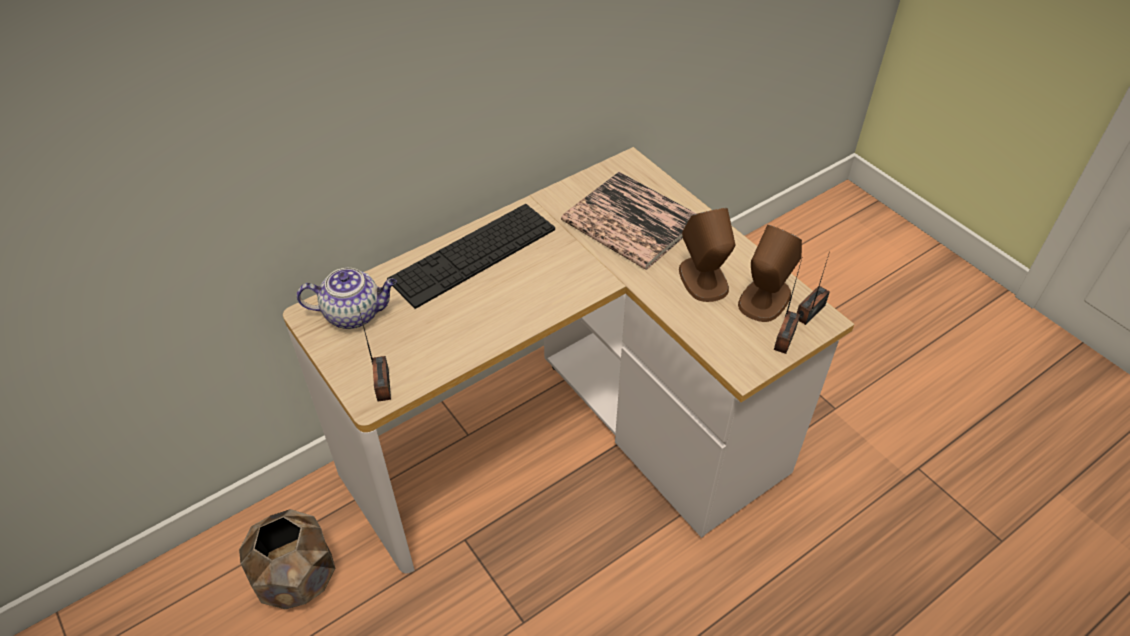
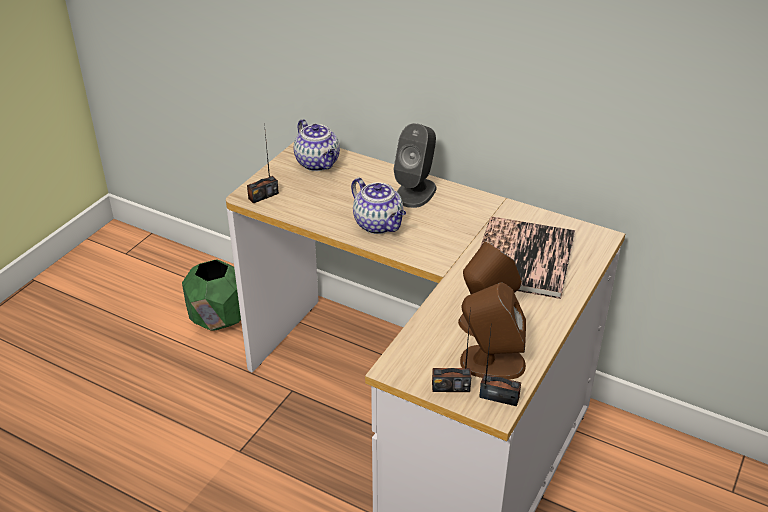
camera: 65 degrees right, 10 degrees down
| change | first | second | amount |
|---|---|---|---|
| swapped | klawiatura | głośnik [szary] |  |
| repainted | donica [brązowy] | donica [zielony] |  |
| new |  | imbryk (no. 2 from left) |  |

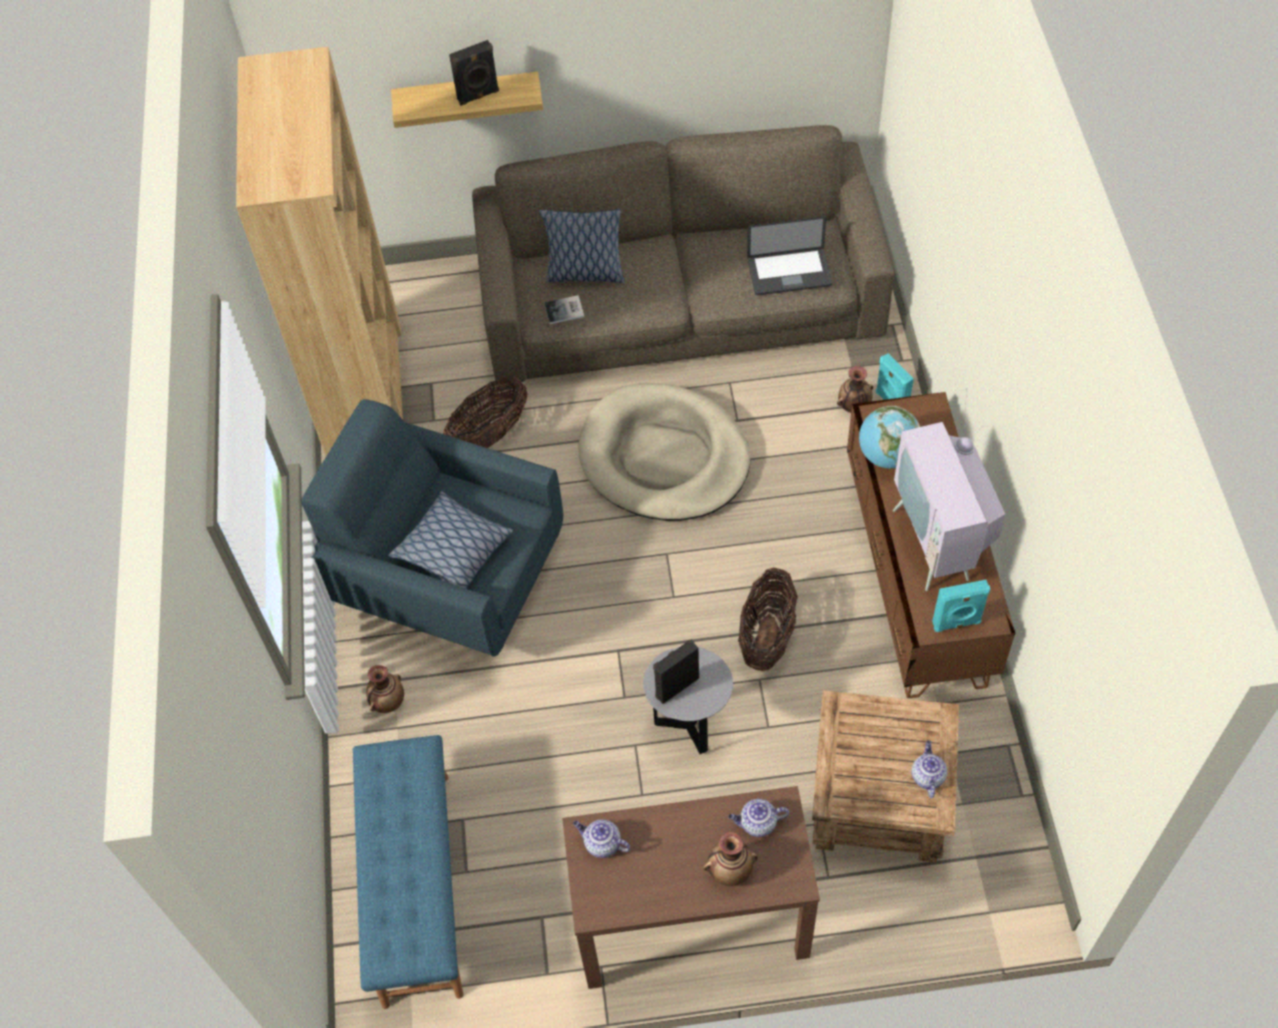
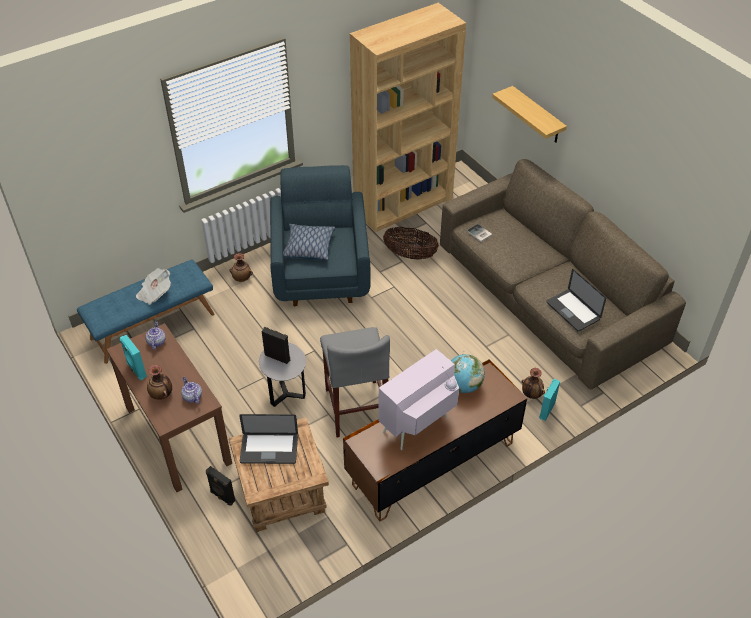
camera: 60 degrees right, 10 degrees down
| change | first | second | amount |
|---|---|---|---|
| shifted | głośnik [czarny] (no. 1 from left) |  |  |
| gone | poduszka (no. 2 from left) |  |  |
| gone | legowisko [beżowy] |  |  |
| swapped | koszyk (no. 2 from left) | stołek [szary] |  |
| shifted | głośnik [turkusowy] (no. 2 from left in the first image) | głośnik [turkusowy] (no. 1 from left) |  |
| gone | imbryk (no. 3 from left) |  |  |
| new |  | gazeta |  |
| new |  | laptop (no. 1 from left) |  |

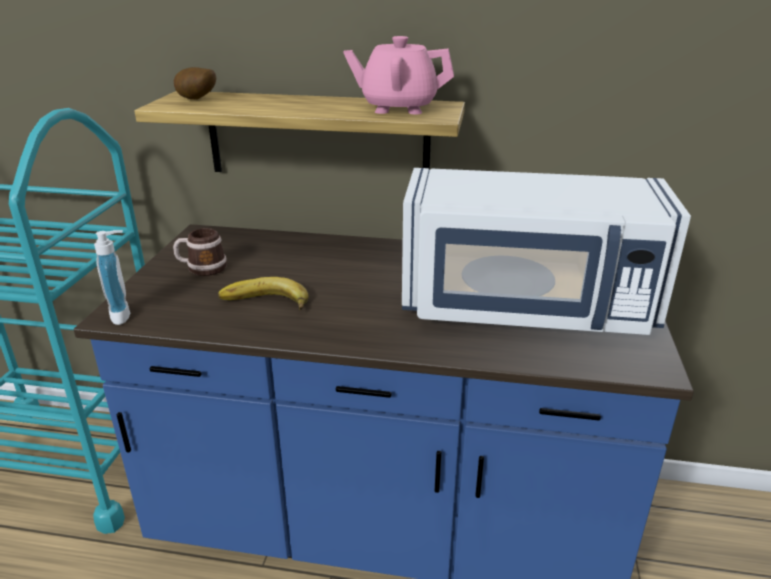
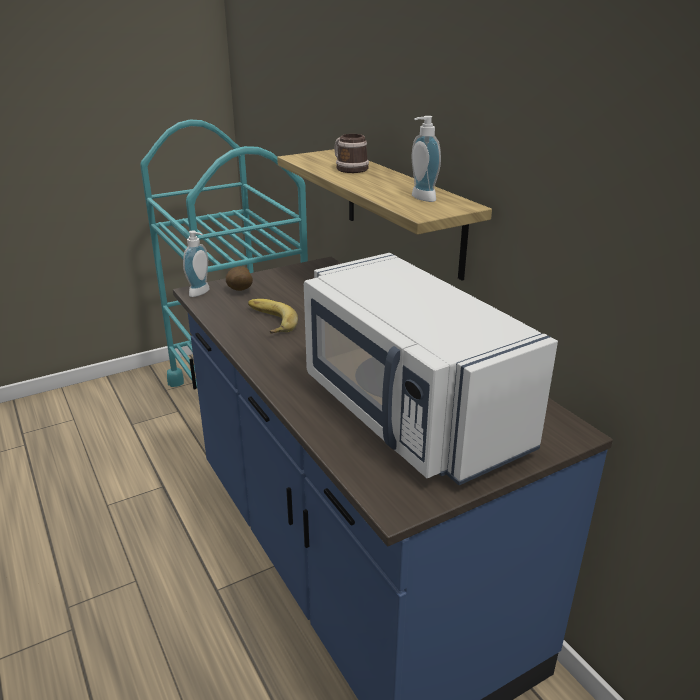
camera: 50 degrees right, 0 degrees up
| change | first | second | amount |
|---|---|---|---|
| swapped | imbryk [różowy] | dozownik mydła (no. 2 from left) |  |
| shifted | ziemniak |  |  |
| shifted | kubek |  |  |

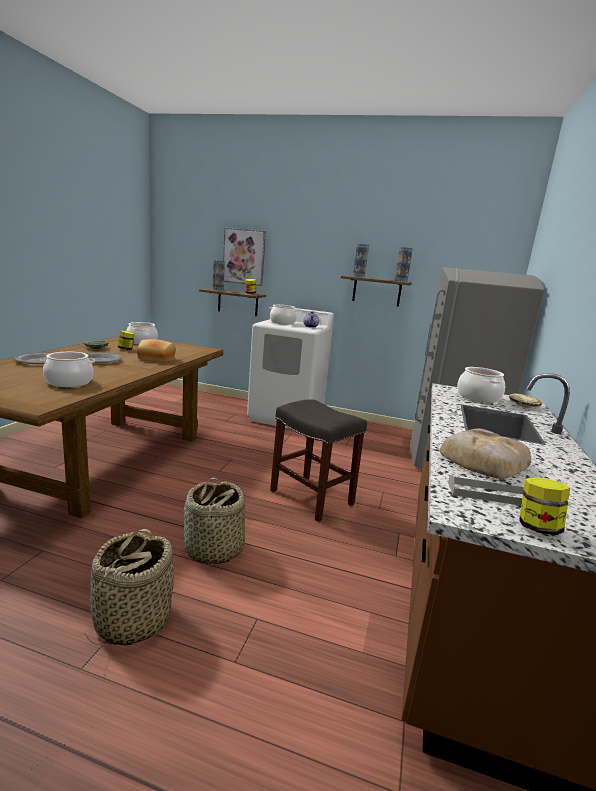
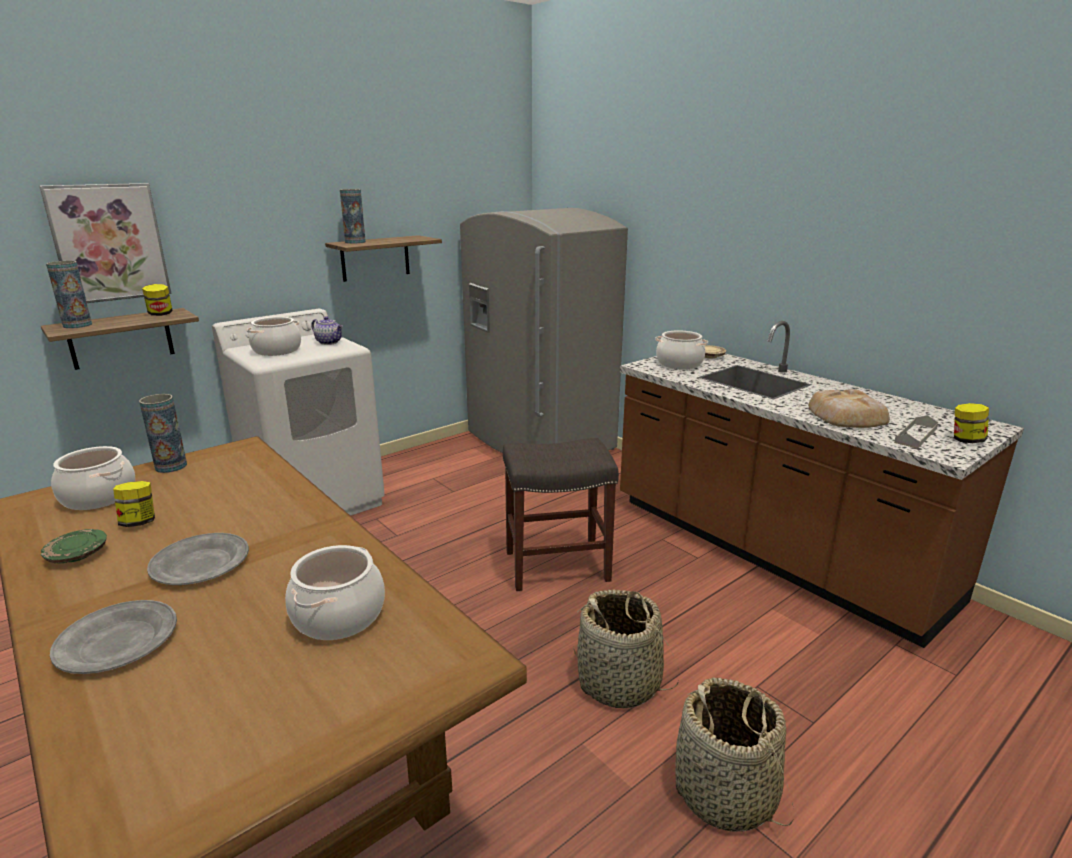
camera: 55 degrees left, 5 degrees up
| change | first | second | amount |
|---|---|---|---|
| shifted | wazon (no. 3 from left in the first image) | wazon (no. 2 from left) |  |
| gone | chleb (no. 1 from left) |  |  |

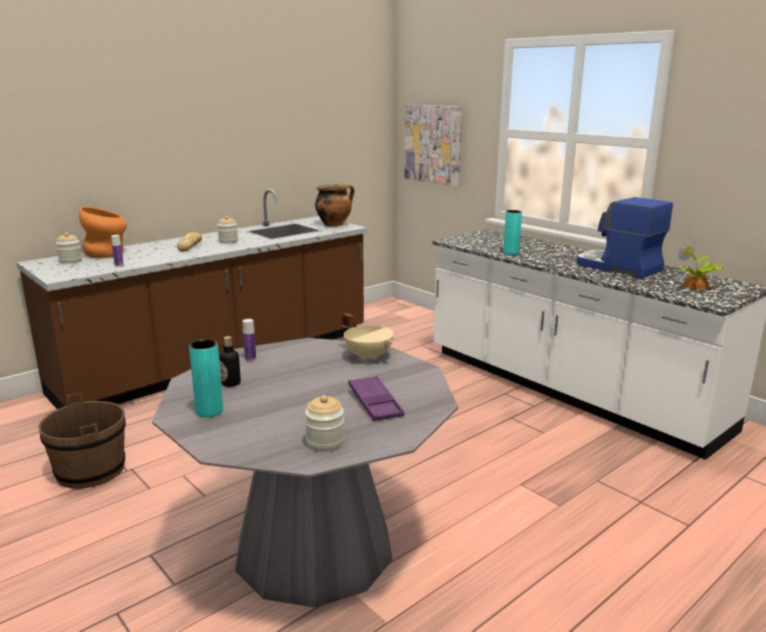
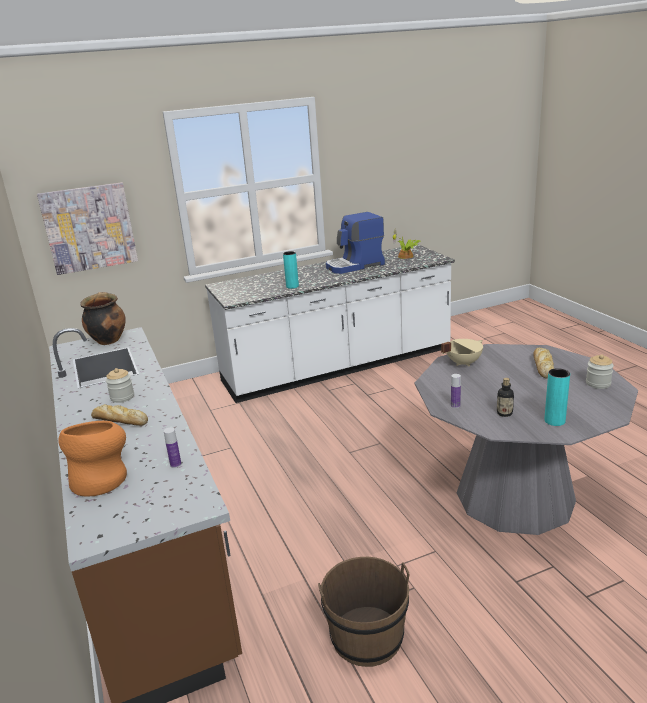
camera: 70 degrees left, 5 degrees up
| change | first | second | amount |
|---|---|---|---|
| gone | słoik (no. 1 from left) |  |  |
| swapped | taca [fioletowy] | chleb (no. 2 from left) |  |

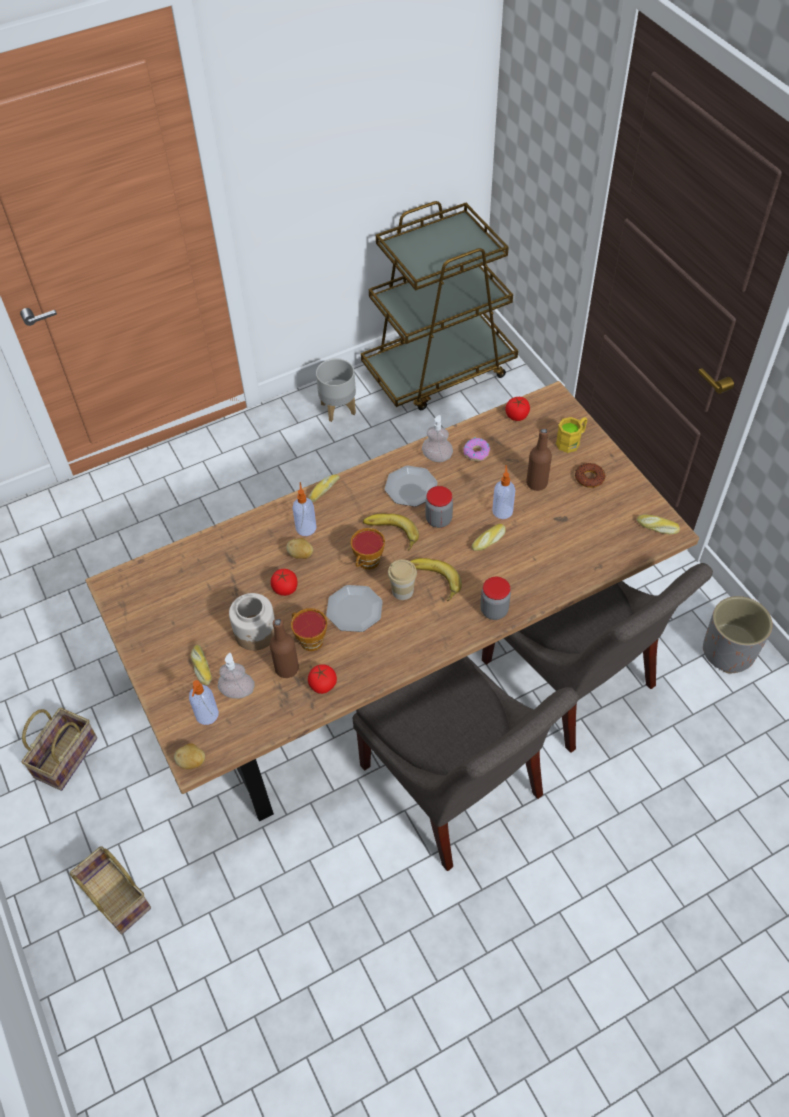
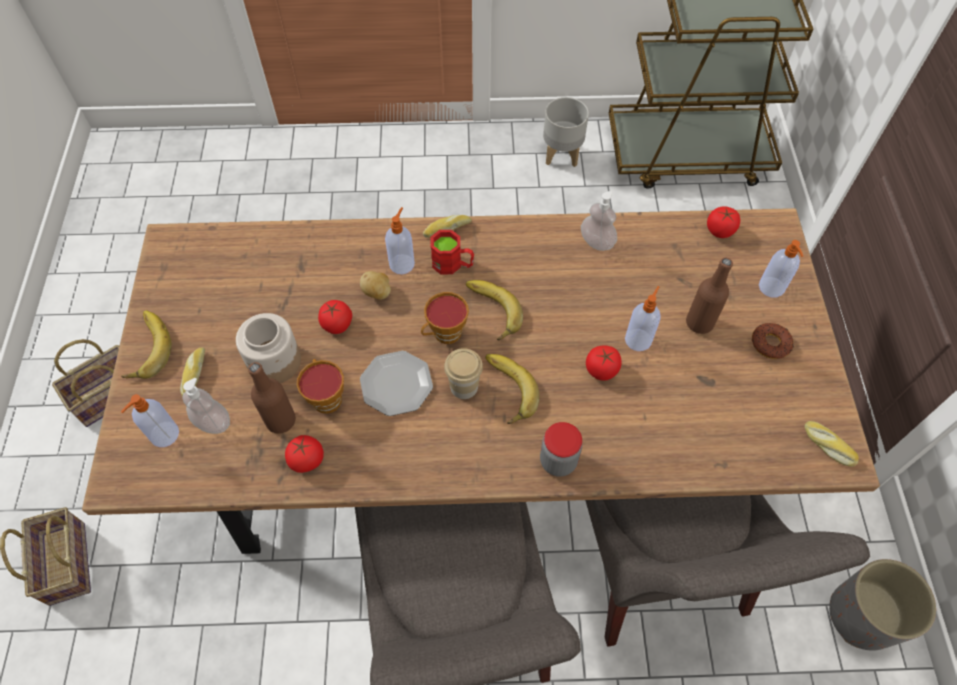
camera: 25 degrees right, 5 degrees up
| change | first | second | amount |
|---|---|---|---|
| swapped | kubek [żółty] | dozownik mydła (no. 6 from left) |  |
| gone | donut (no. 1 from left) |  |  |
| gone | talerz (no. 2 from left) |  |  |
| gone | słoik (no. 2 from left) |  |  |
| swapped | chleb (no. 3 from left) | pomidor (no. 3 from left) |  |
| gone | ziemniak (no. 1 from left) |  |  |
| new |  | kubek [czerwony] |  |
| new |  | banan (no. 1 from left) |  |

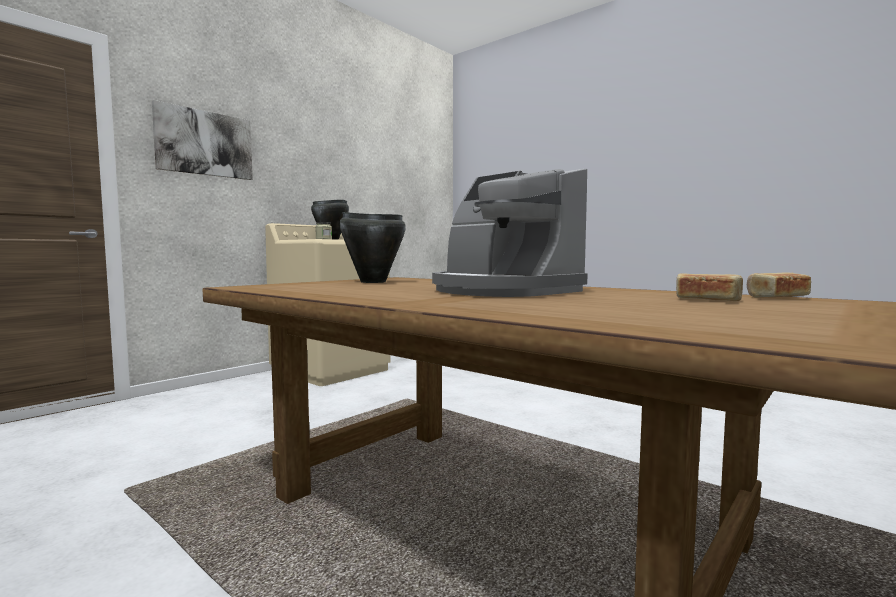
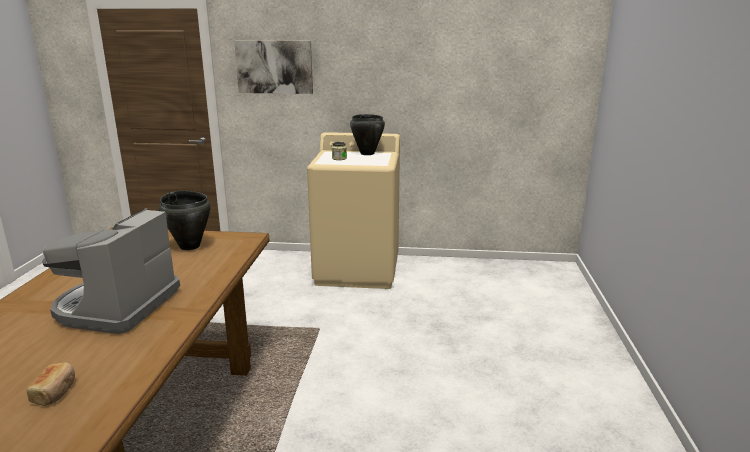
camera: 55 degrees right, 15 degrees up
| change | first | second | amount |
|---|---|---|---|
| gone | chleb (no. 2 from left) |  |  |

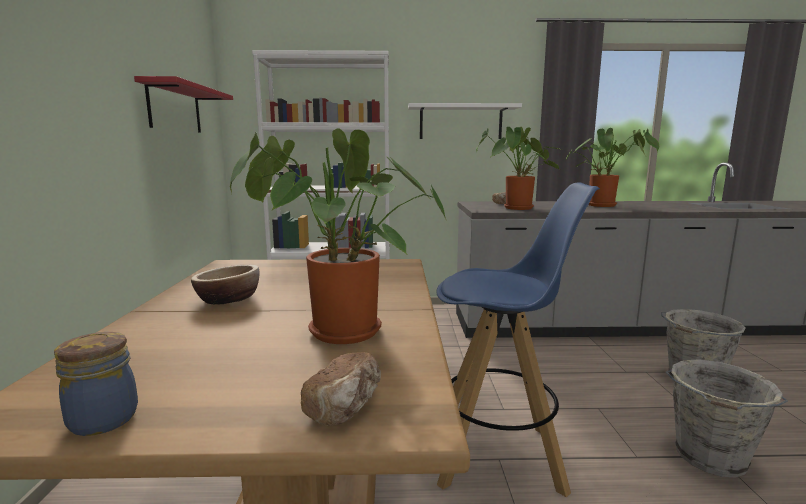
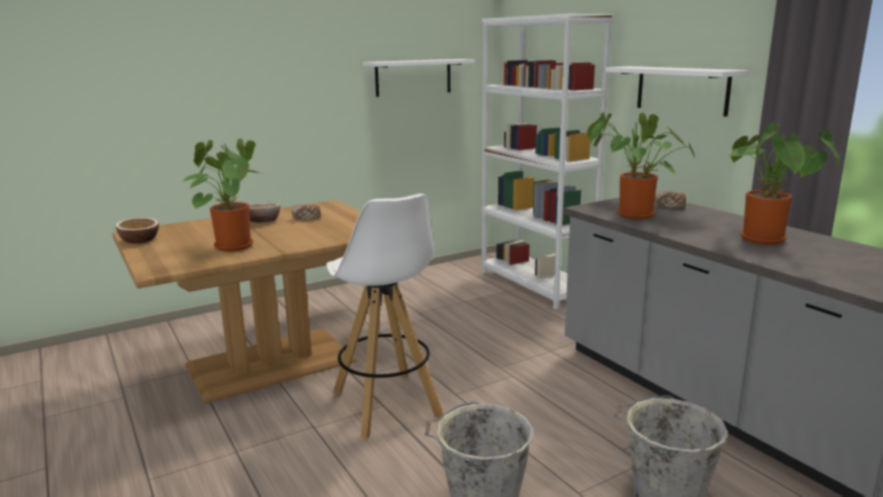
camera: 60 degrees right, 5 degrees up
| change | first | second | amount |
|---|---|---|---|
| repainted | półka [czerwony] | półka [biały] (no. 1 from left) |  |
| repainted | stołek [niebieski] | stołek [biały] |  |
| swapped | słoik | miska (no. 1 from left) |  |
| shifted | chleb (no. 1 from left) |  |  |

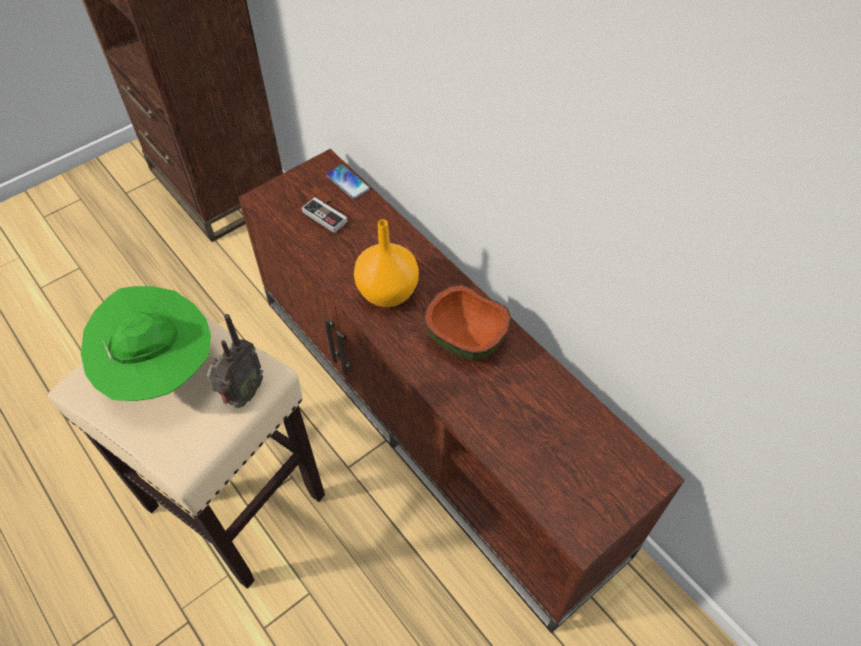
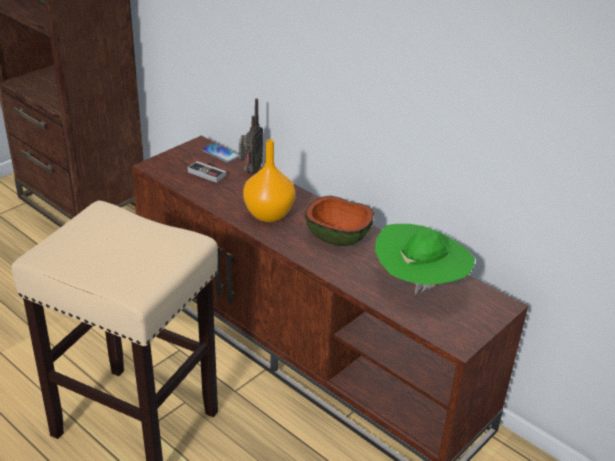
camera: 10 degrees left, 20 degrees down
| change | first | second | amount |
|---|---|---|---|
| shifted | kapelusz [zielony] |  |  |
| shifted | radio |  |  |

